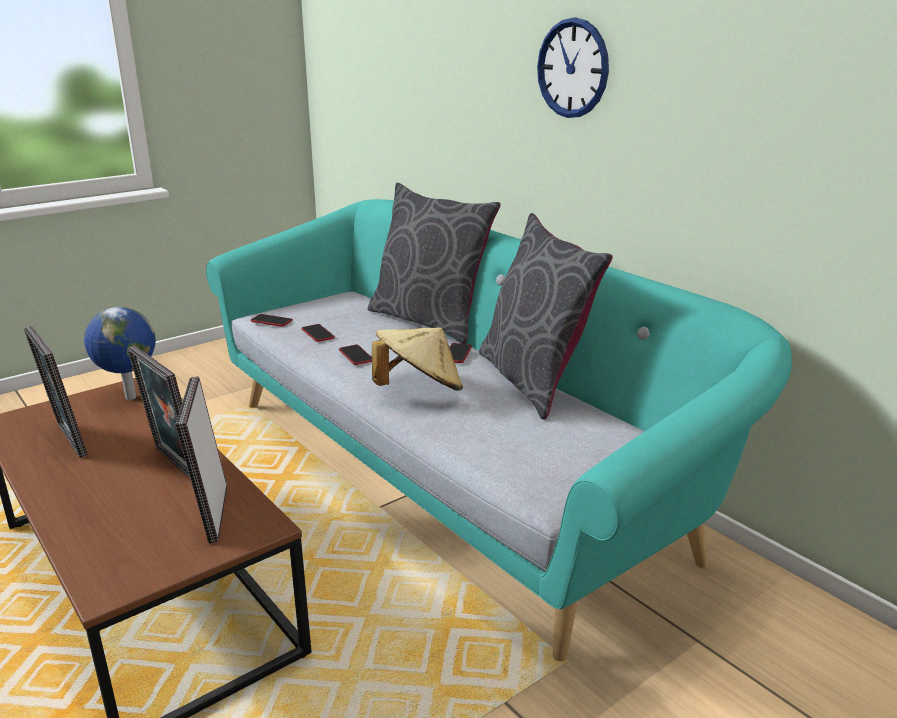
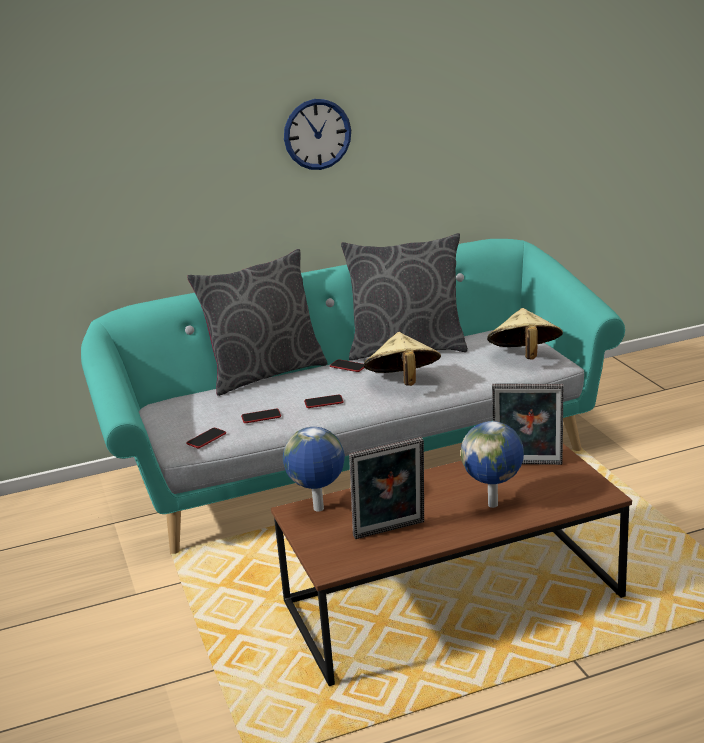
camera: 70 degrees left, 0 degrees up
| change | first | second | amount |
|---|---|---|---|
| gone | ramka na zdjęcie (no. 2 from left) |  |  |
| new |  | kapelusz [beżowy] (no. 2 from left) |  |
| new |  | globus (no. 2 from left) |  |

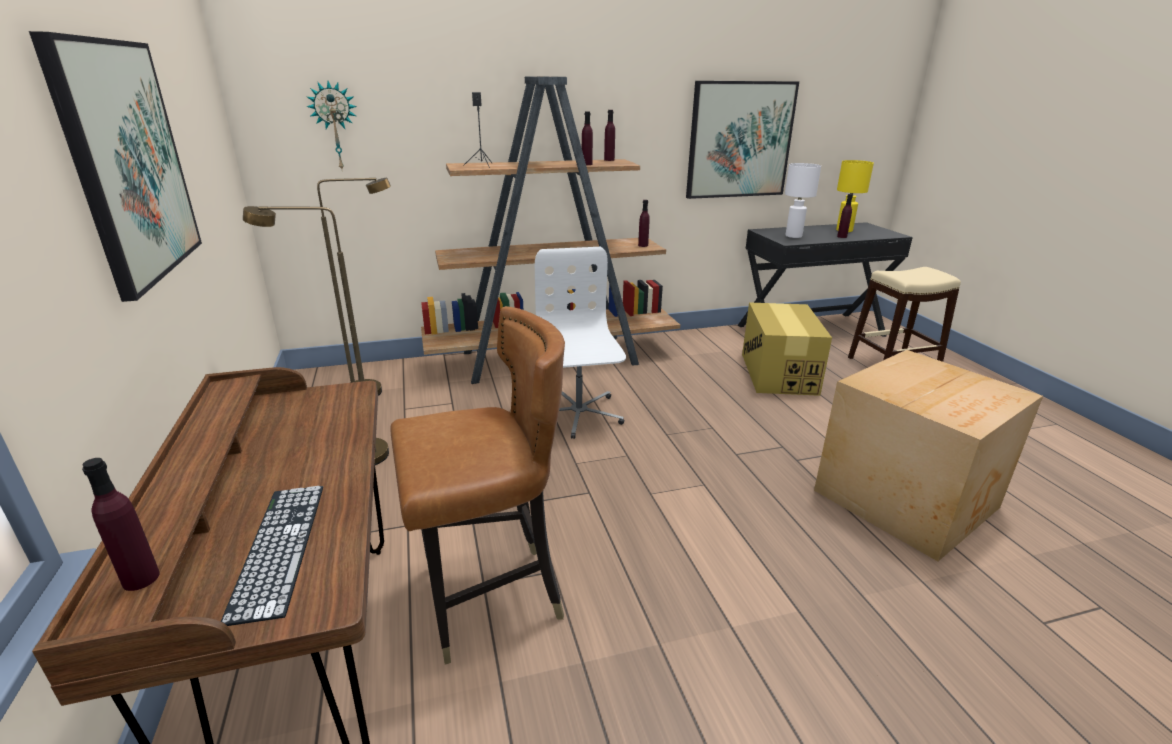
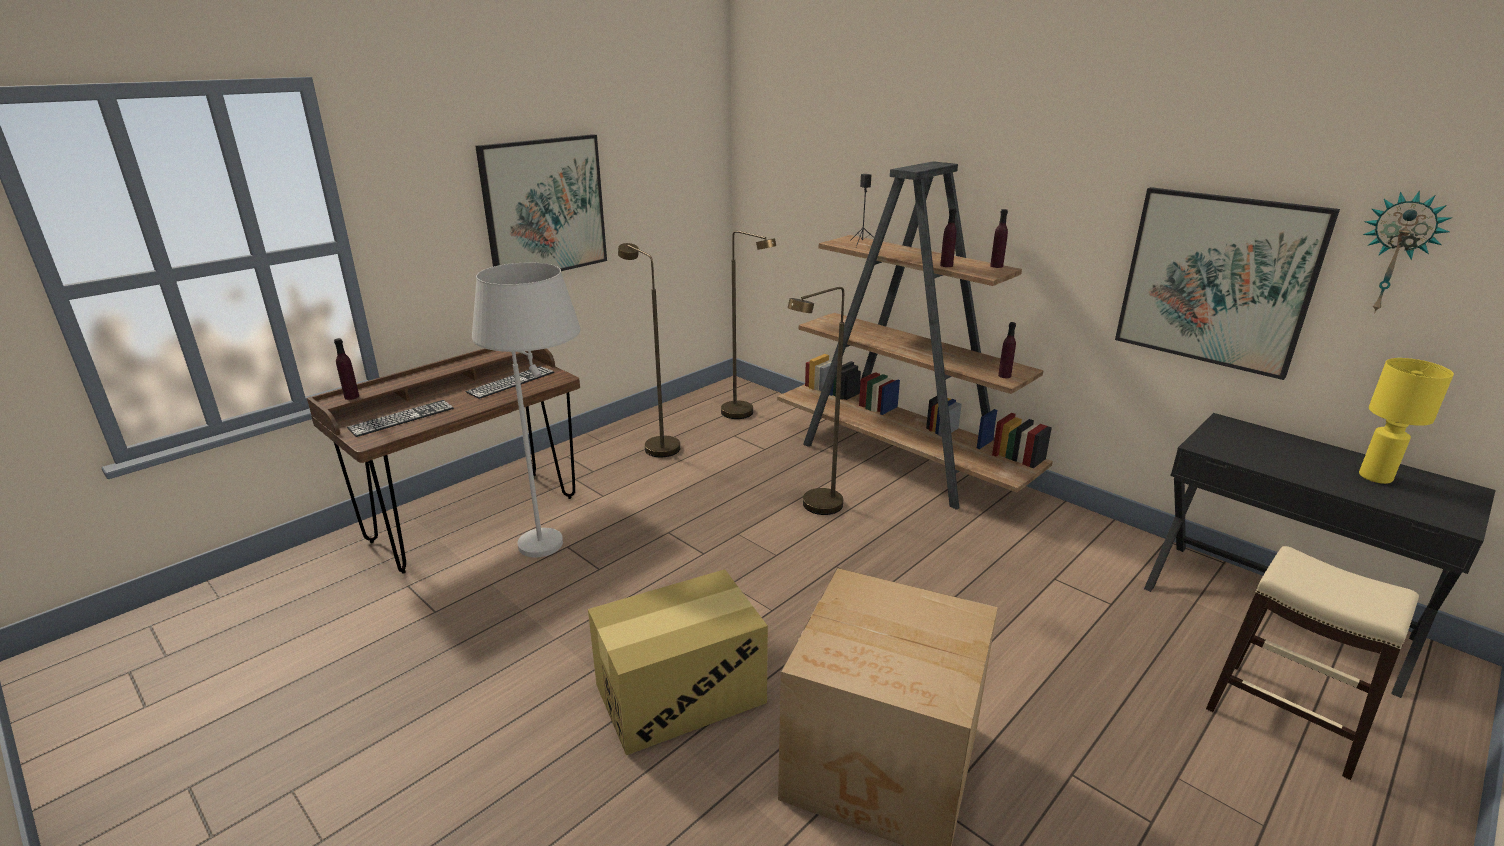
camera: 60 degrees right, 0 degrees up
| change | first | second | amount |
|---|---|---|---|
| shifted | zegar ścienny |  |  |
| gone | lampa stołowa [biały] |  |  |
| gone | butelka [fioletowy] (no. 5 from left) |  |  |
| swapped | krzesło biurowe [biały] | lampa stojąca [brązowy] (no. 3 from left) |  |
| shifted | karton (no. 1 from left) |  |  |
| swapped | krzesło [brązowy] | lampa stojąca [biały] |  |
| new |  | klawiatura (no. 2 from left) |  |

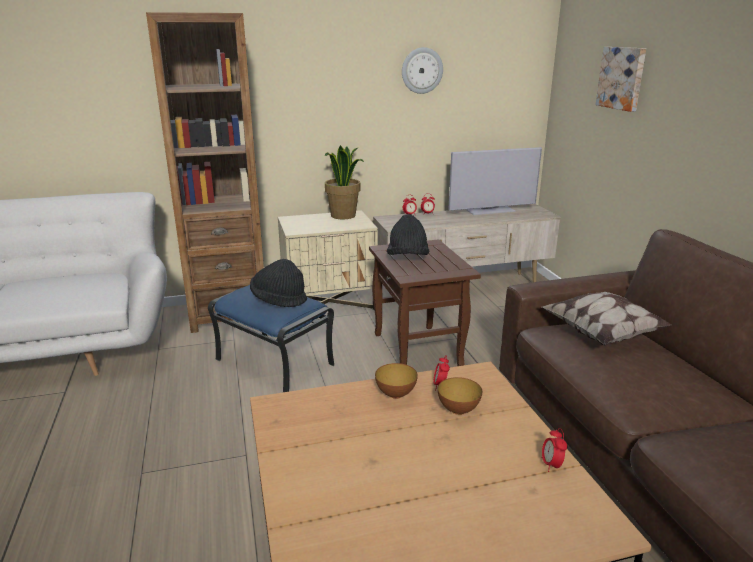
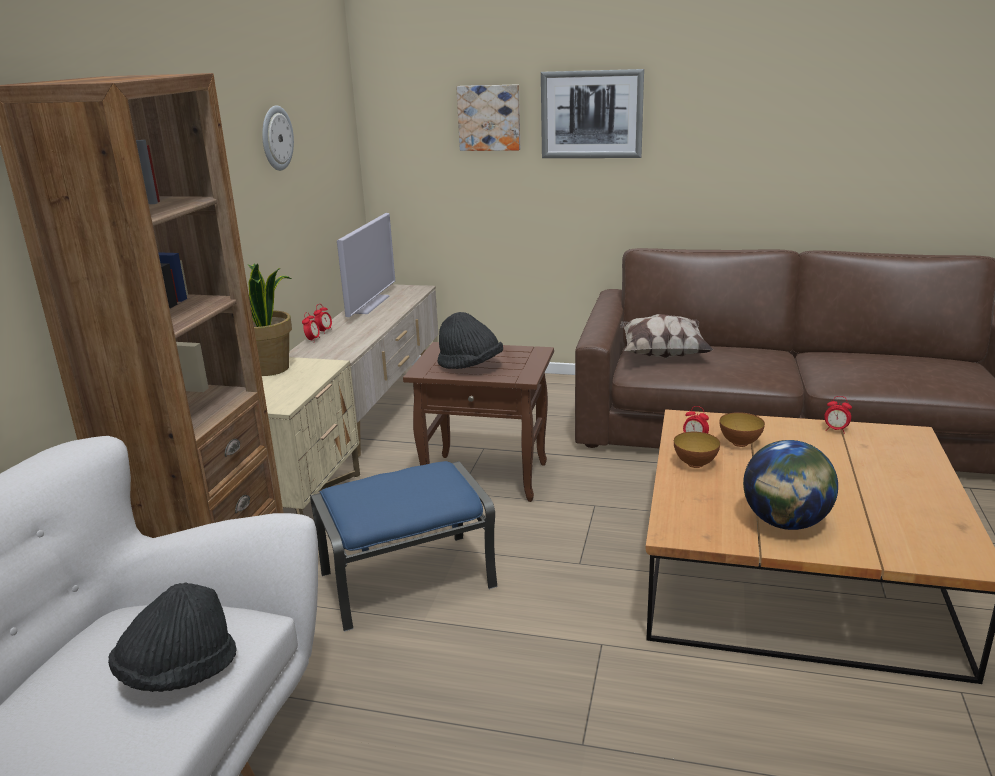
camera: 60 degrees left, 0 degrees up
| change | first | second | amount |
|---|---|---|---|
| shifted | kapelusz [czarny] (no. 1 from left) |  |  |
| new |  | obraz (no. 2 from left) |  |
| new |  | globus |  |

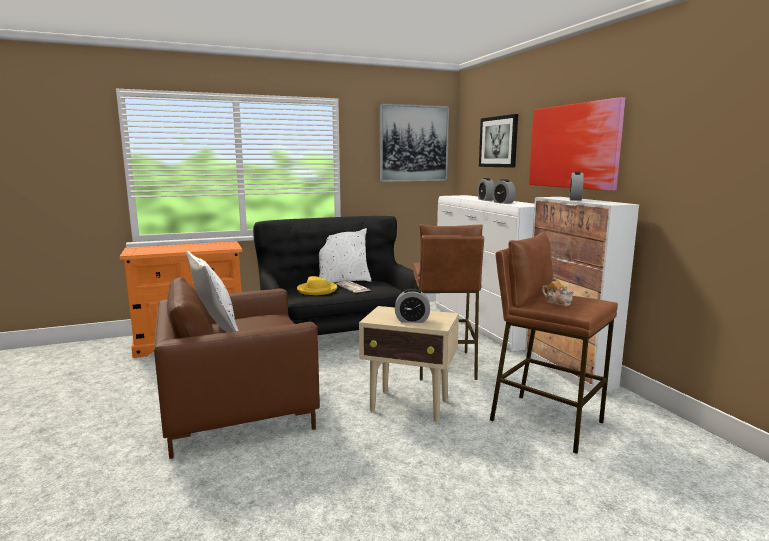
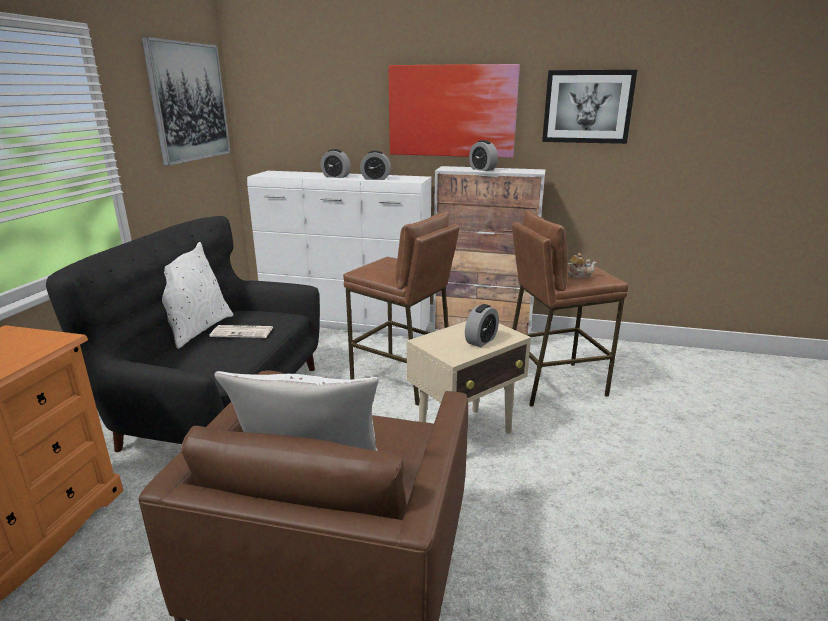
camera: 55 degrees left, 10 degrees up
| change | first | second | amount |
|---|---|---|---|
| shifted | obraz (no. 2 from left in the first image) | obraz (no. 3 from left) |  |
| gone | kapelusz [żółty] |  |  |

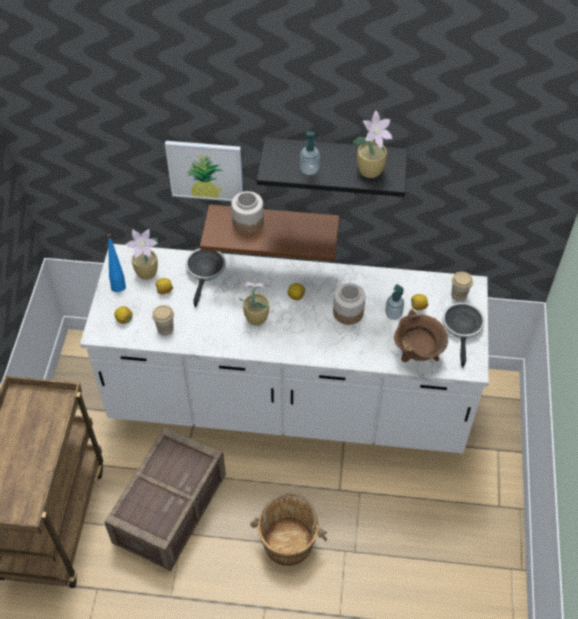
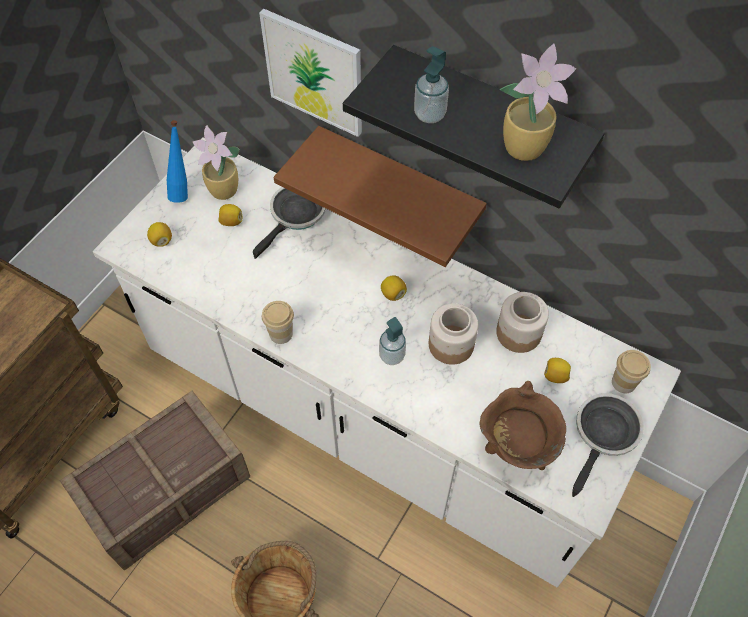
camera: 25 degrees right, 5 degrees up
| change | first | second | amount |
|---|---|---|---|
| shifted | słoik (no. 1 from left in the first image) | słoik (no. 2 from left) |  |
| gone | roślina doniczkowa (no. 2 from left) |  |  |
| shifted | dozownik mydła (no. 2 from left in the first image) | dozownik mydła (no. 1 from left) |  |
| shifted | filiżanka (no. 1 from left) |  |  |

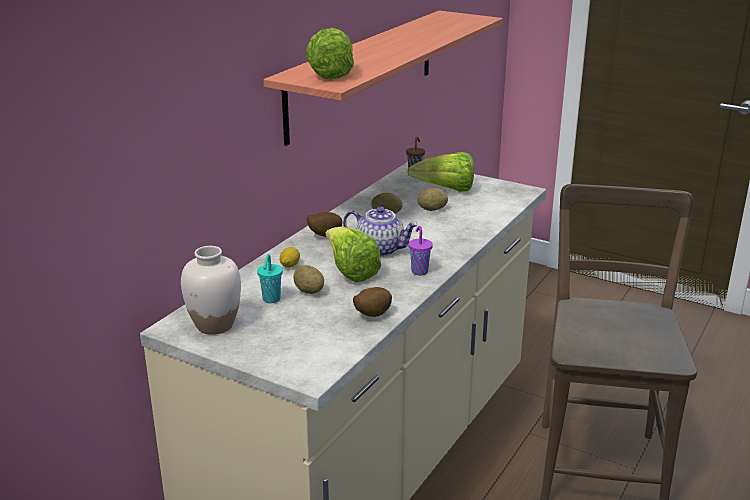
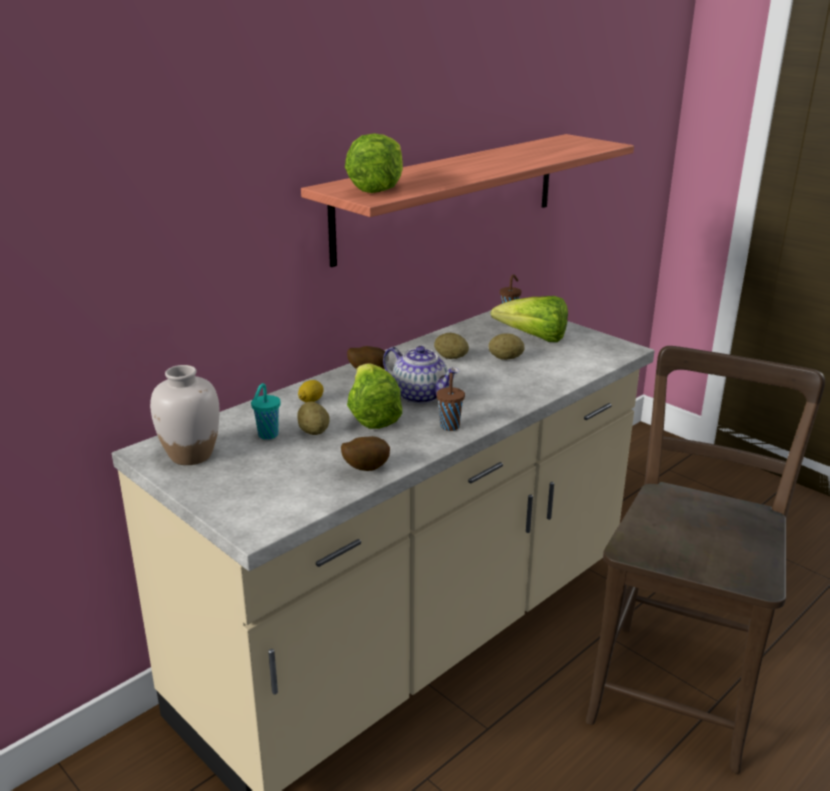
camera: 15 degrees right, 0 degrees up
| change | first | second | amount |
|---|---|---|---|
| repainted | filiżanka [fioletowy] | filiżanka [brązowy] (no. 1 from left) |  |

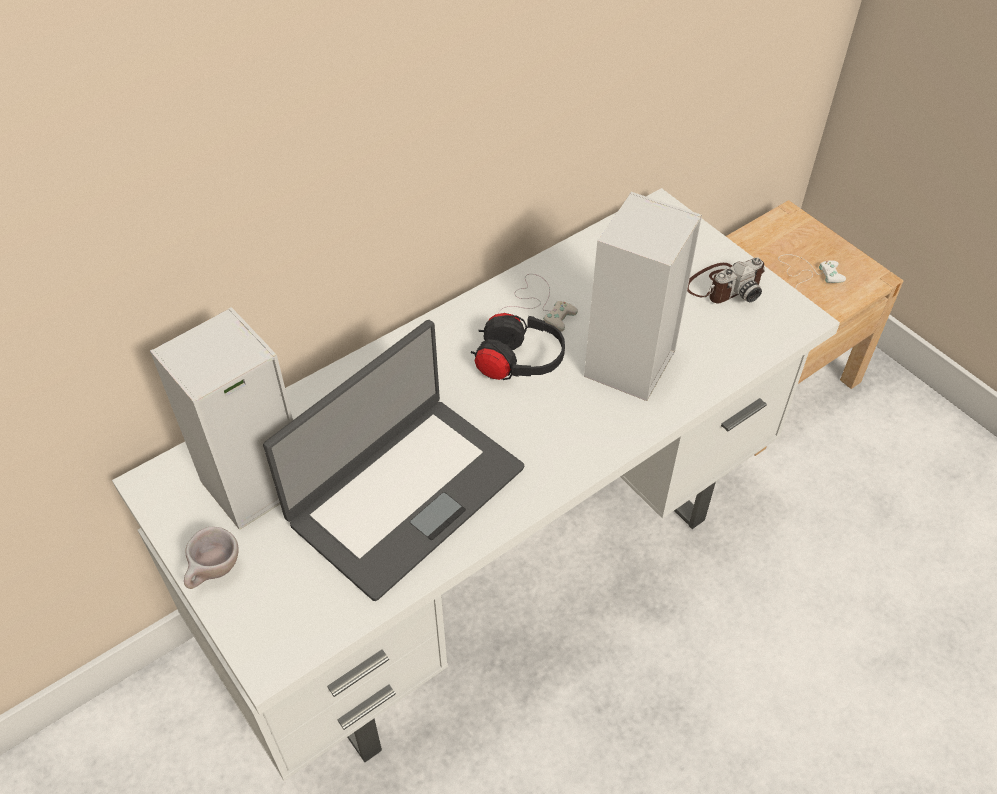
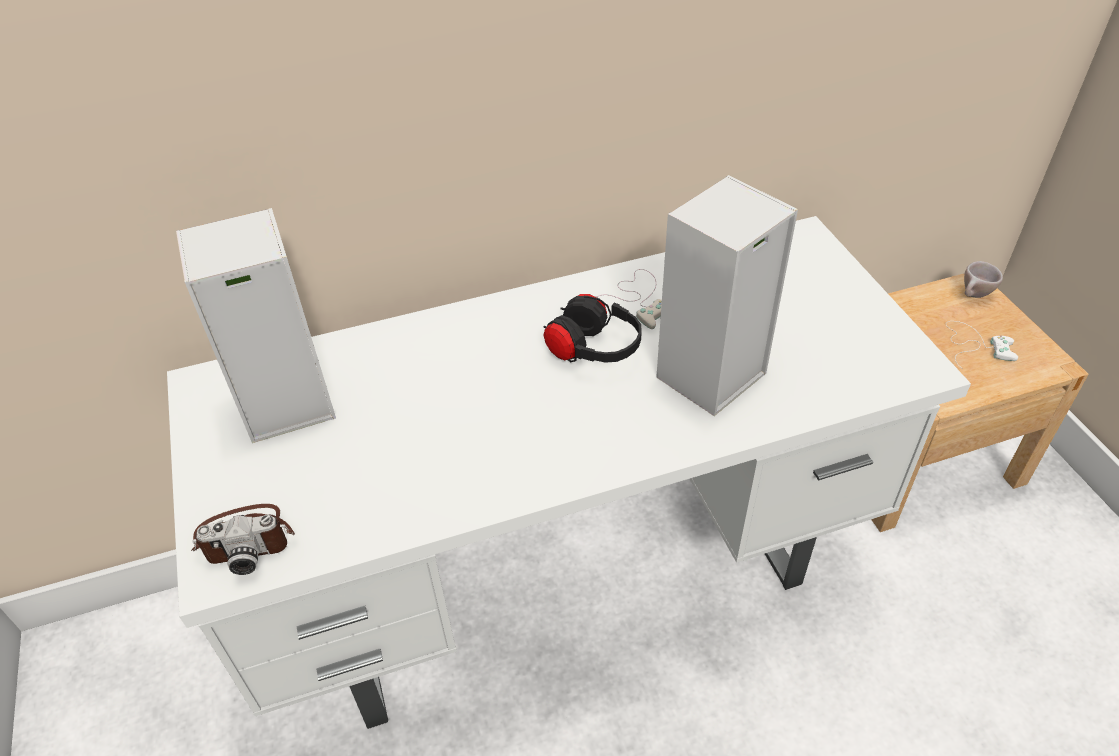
camera: 20 degrees right, 5 degrees down
| change | first | second | amount |
|---|---|---|---|
| shifted | aparat fotograficzny |  |  |
| gone | laptop |  |  |
| shifted | filiżanka [beżowy] |  |  |

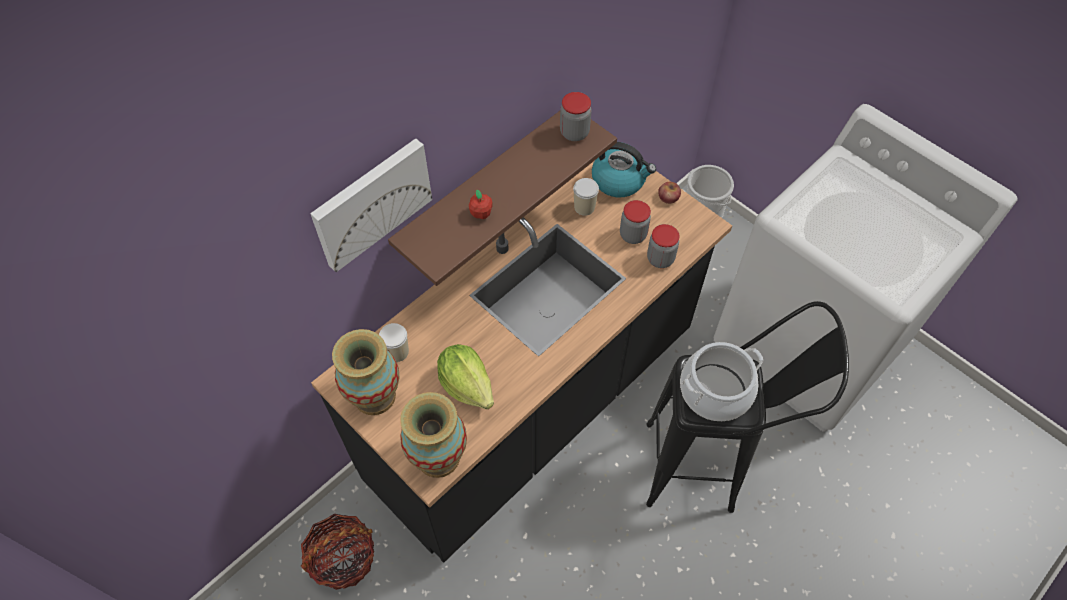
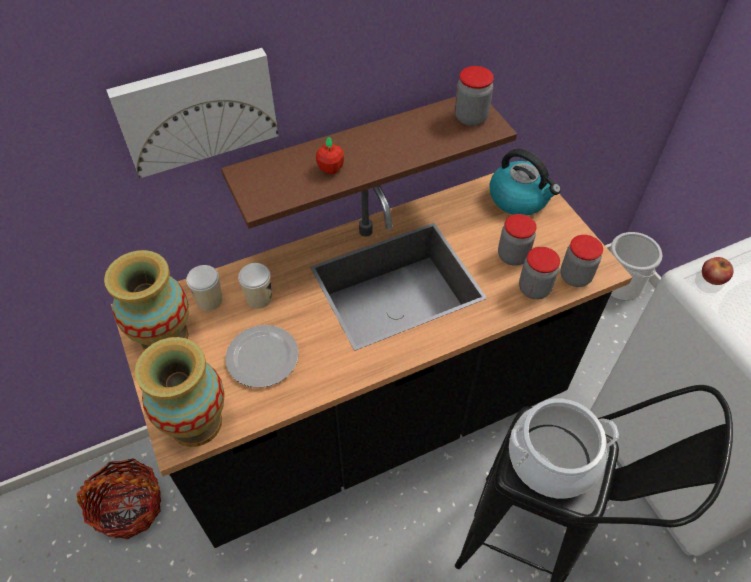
camera: 20 degrees right, 5 degrees down
| change | first | second | amount |
|---|---|---|---|
| shifted | filiżanka (no. 2 from left) |  |  |
| shifted | jabłko (no. 2 from left) |  |  |
| swapped | sałata | talerz |  |
| new |  | słoik (no. 4 from left) |  |

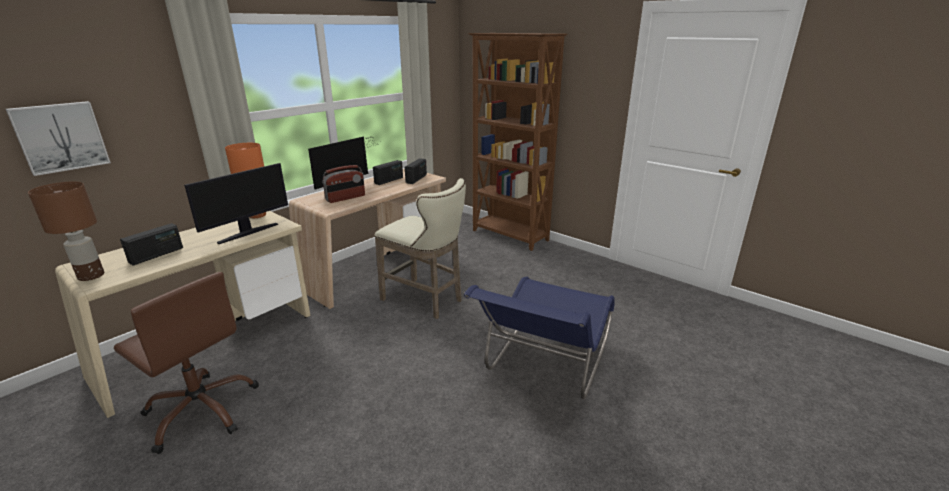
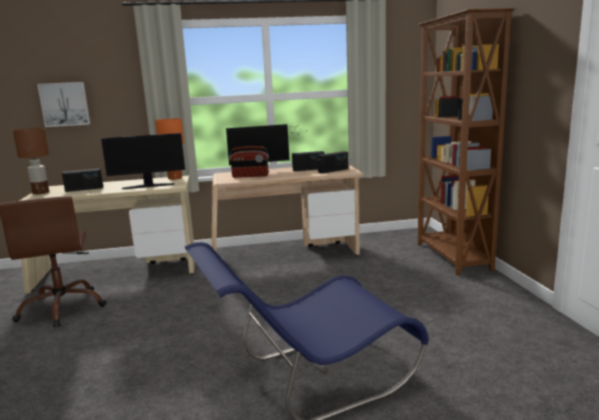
camera: 40 degrees right, 10 degrees down
| change | first | second | amount |
|---|---|---|---|
| gone | stołek [beżowy] |  |  |

